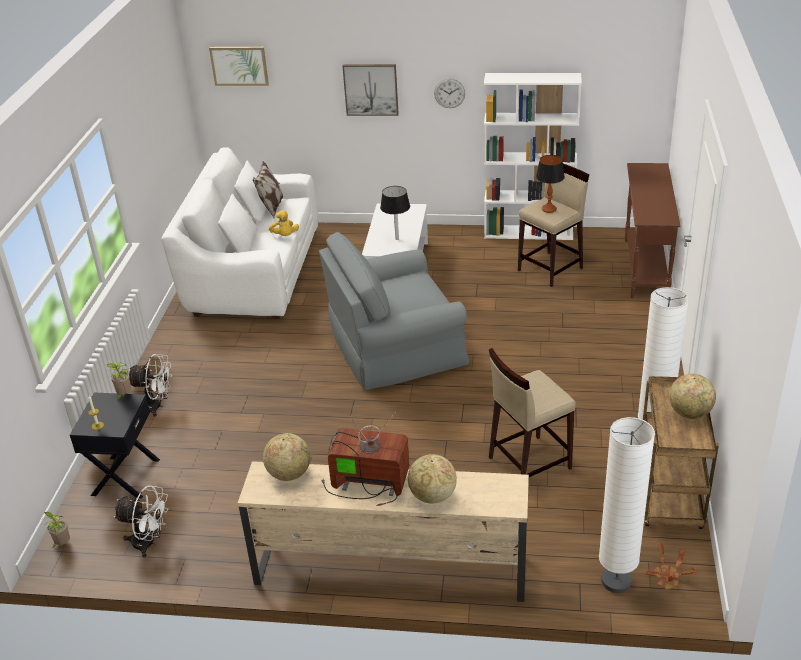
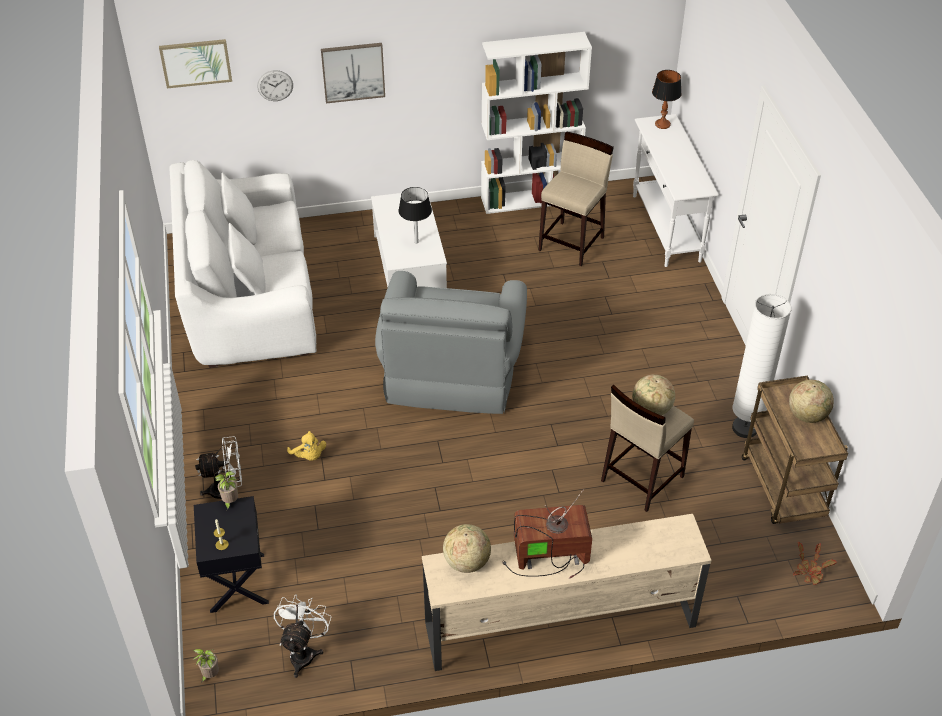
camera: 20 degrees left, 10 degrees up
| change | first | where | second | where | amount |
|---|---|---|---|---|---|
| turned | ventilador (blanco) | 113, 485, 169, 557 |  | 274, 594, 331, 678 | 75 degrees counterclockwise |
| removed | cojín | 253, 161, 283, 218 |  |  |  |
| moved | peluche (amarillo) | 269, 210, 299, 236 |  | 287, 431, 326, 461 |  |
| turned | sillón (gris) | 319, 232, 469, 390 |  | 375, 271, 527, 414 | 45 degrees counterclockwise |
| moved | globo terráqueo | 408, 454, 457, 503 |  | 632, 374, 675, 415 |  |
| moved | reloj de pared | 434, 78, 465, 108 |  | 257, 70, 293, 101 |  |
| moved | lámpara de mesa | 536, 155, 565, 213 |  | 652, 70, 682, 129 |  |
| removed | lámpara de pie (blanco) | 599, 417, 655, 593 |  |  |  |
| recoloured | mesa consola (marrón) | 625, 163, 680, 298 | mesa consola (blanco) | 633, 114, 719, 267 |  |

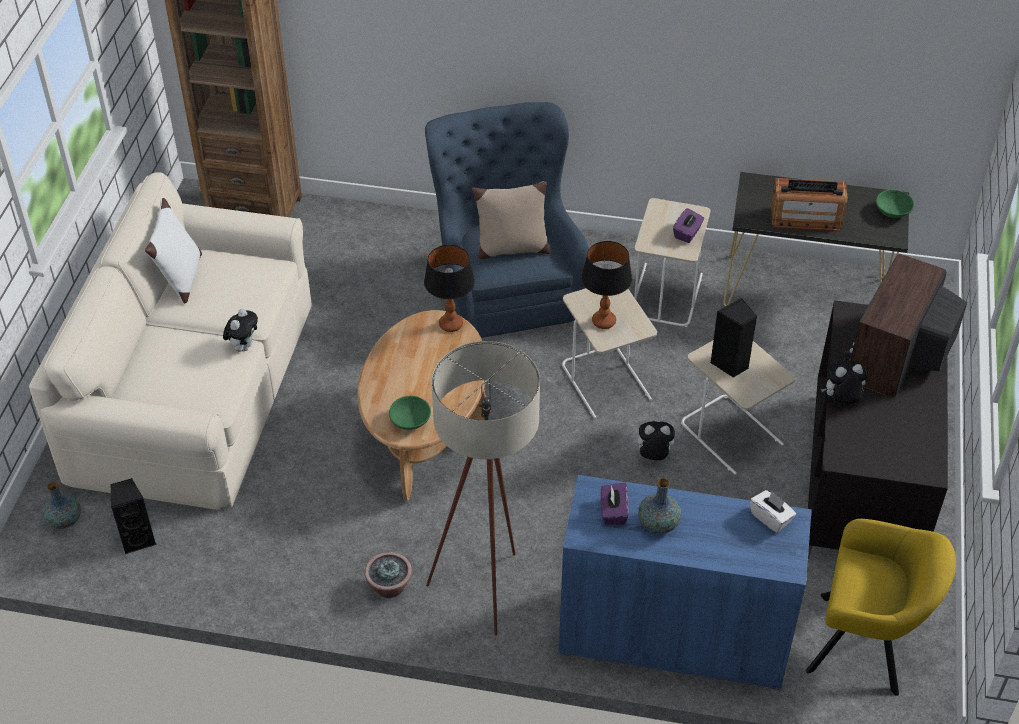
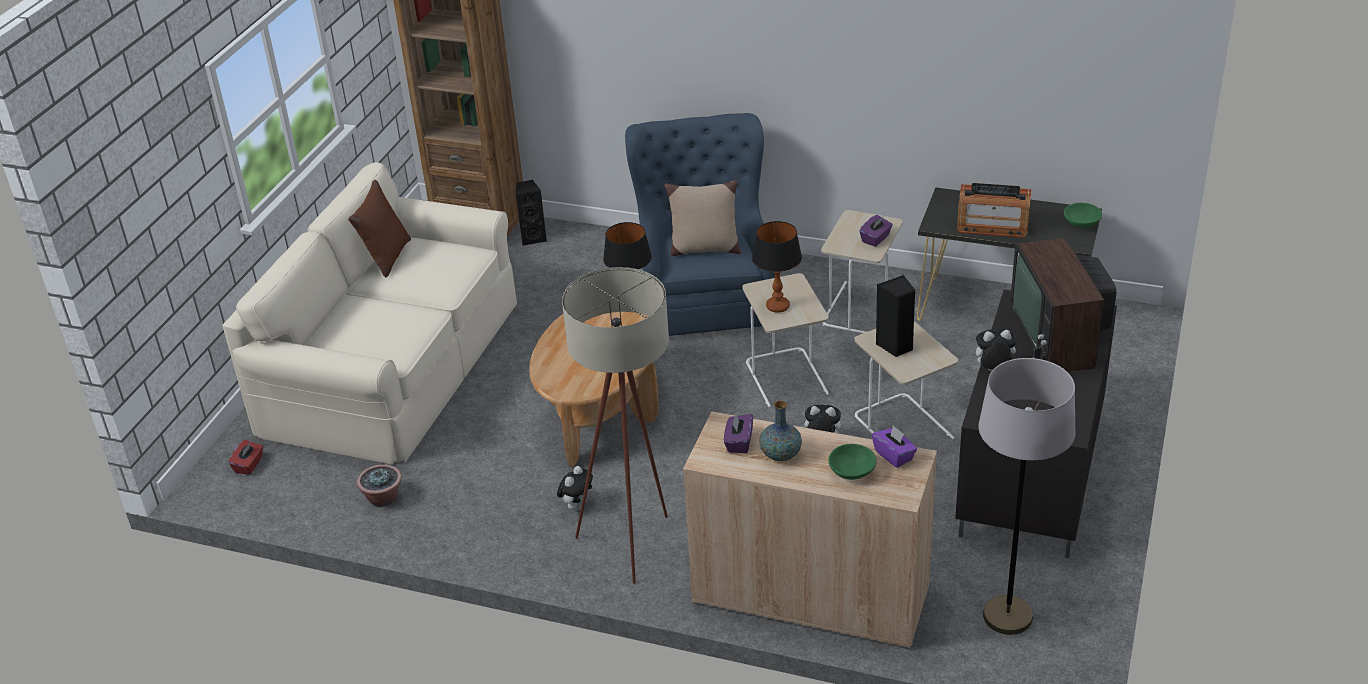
camera: 10 degrees right, 10 degrees down
| change | first | where | second | where | amount |
|---|---|---|---|---|---|
| replaced | florero | 43, 482, 81, 529 | caja de pañuelos (rojo) | 229, 440, 263, 475 |  |
| moved | altavoz (negro) | 111, 478, 157, 555 |  | 516, 180, 547, 246 |  |
| recoloured | cojín (blanco) | 145, 198, 202, 303 | cojín (marrón) | 348, 180, 411, 277 |  |
| moved | peluche | 223, 309, 258, 352 |  | 557, 466, 593, 510 |  |
| moved | planta en maceta | 365, 552, 412, 598 |  | 356, 464, 402, 507 |  |
| moved | cuenco (verde) | 389, 396, 431, 430 |  | 828, 444, 877, 480 |  |
| recoloured | armario (azul) | 559, 475, 812, 690 | armario (beis) | 683, 411, 937, 649 |  |
| recoloured | caja de pañuelos (blanco) | 750, 490, 796, 533 | caja de pañuelos (morado) | 872, 425, 917, 468 |  |
| replaced | sillón (amarillo) | 806, 519, 956, 696 | lámpara de pie (gris) | 978, 358, 1075, 635 |  |
| turned | televisor | 843, 253, 967, 398 |  | 1010, 238, 1116, 372 | 45 degrees counterclockwise |

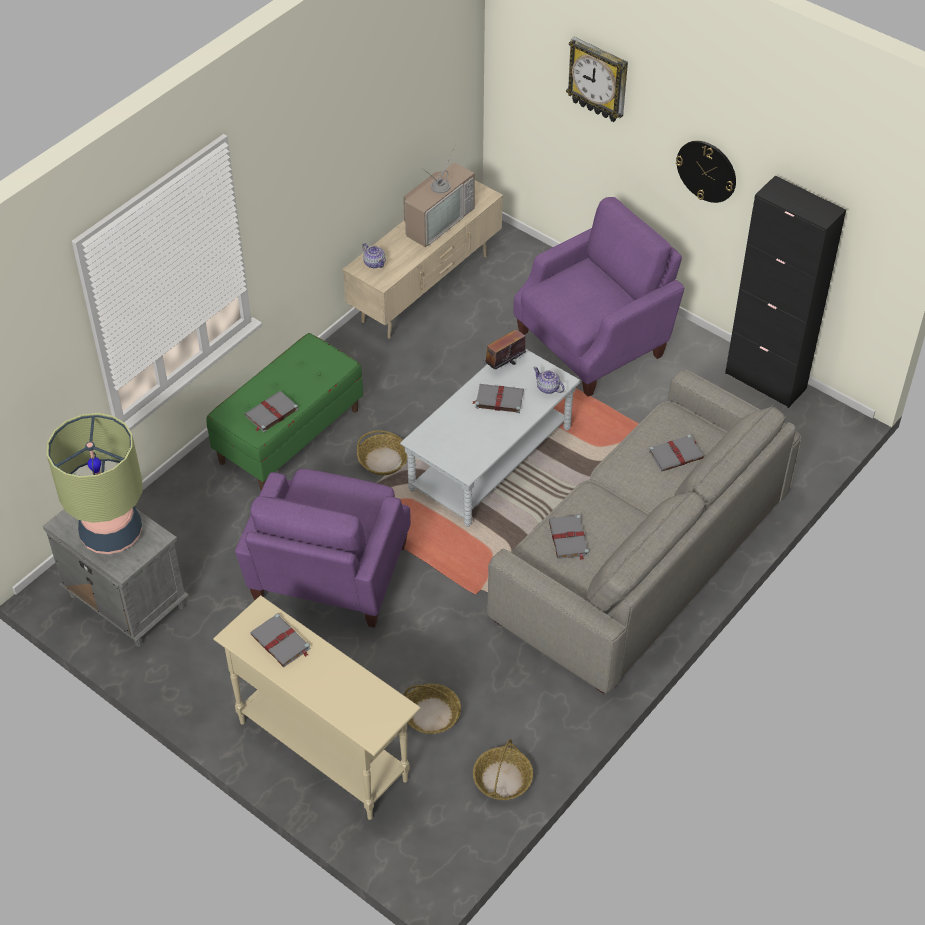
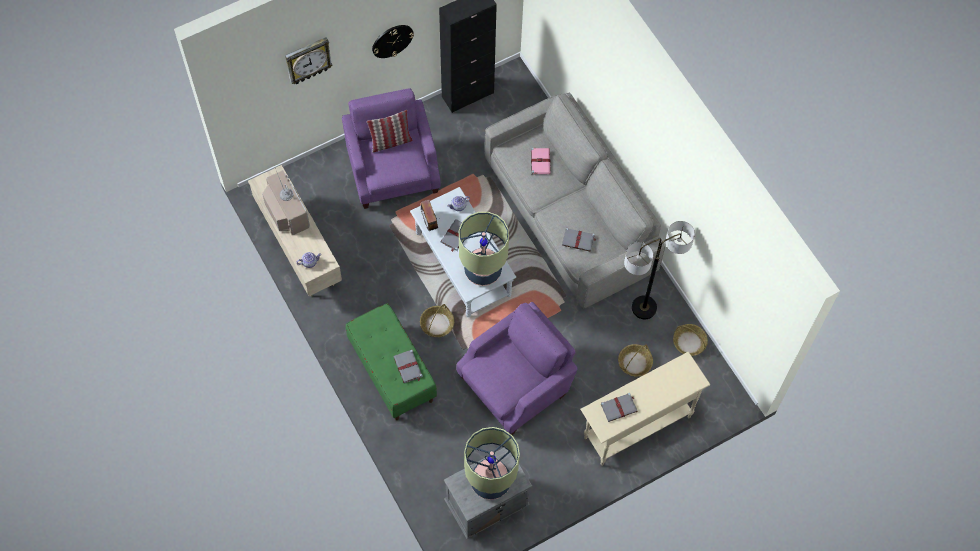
camera: 70 degrees left, 15 degrees up
| change | first | where | second | where | amount |
|---|---|---|---|---|---|
| turned | sillón (morado) | 235, 469, 411, 628 |  | 456, 302, 578, 435 | 75 degrees counterclockwise |
| recoloured | libro (gris) | 649, 435, 704, 471 | libro (rosa) | 531, 148, 551, 174 |  |
| added |  |  | cojín | 367, 110, 413, 152 |  |
| added |  |  | lámpara de mesa | 459, 212, 509, 286 |  |
| added |  |  | lámpara de pie | 624, 221, 695, 319 |  |

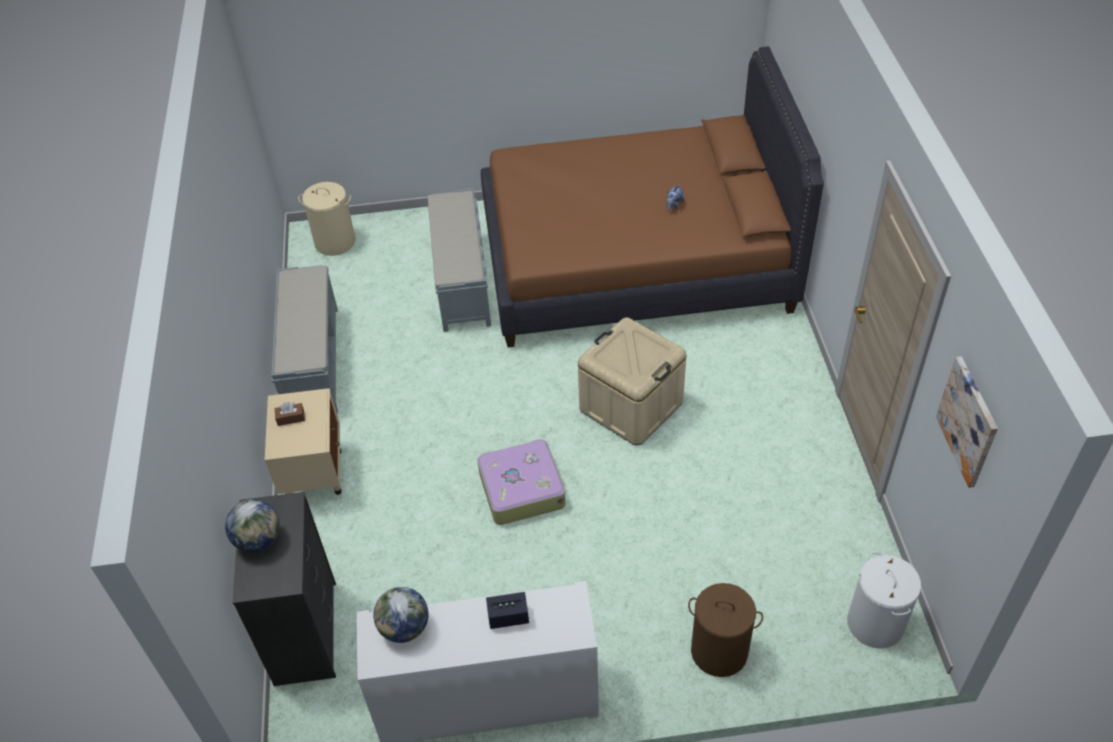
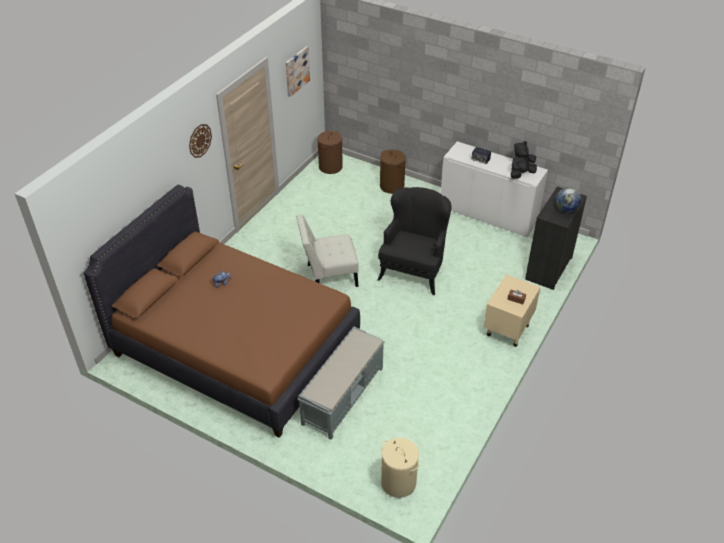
camera: 145 degrees left, 5 degrees down
| change | first | where | second | where | amount |
|---|---|---|---|---|---|
| removed | banco (gris) | 272, 265, 338, 414 |  |  |  |
| replaced | globo terráqueo | 373, 587, 428, 643 | peluche (negro) | 510, 141, 537, 179 |  |
| replaced | maleta | 477, 439, 566, 525 | sillón (negro) | 377, 187, 451, 295 |  |
| replaced | caja de almacenaje (beis) | 578, 318, 686, 445 | silla (blanco) | 296, 214, 359, 287 |  |
| recoloured | cesto de la ropa (blanco) | 847, 552, 921, 649 | cesto de la ropa (marrón) | 317, 131, 343, 174 |  |
| added |  |  | reloj de pared | 189, 124, 212, 158 |  |

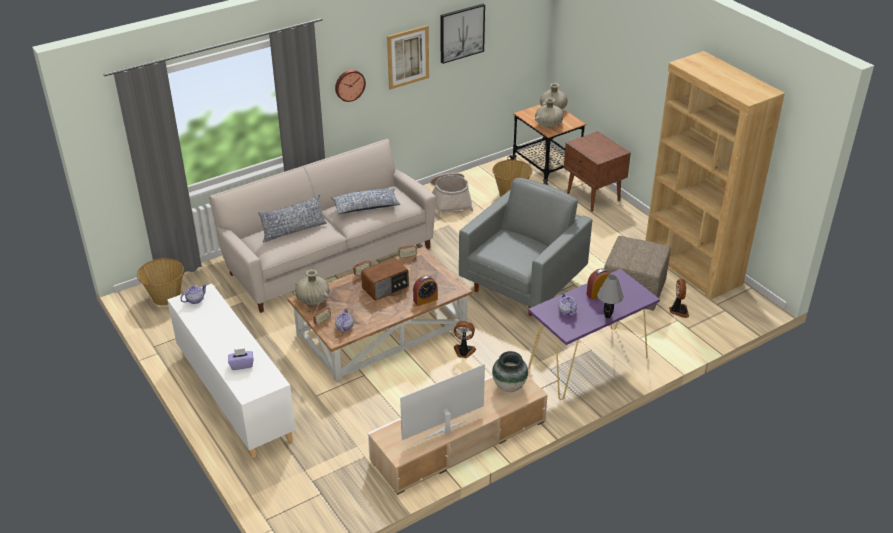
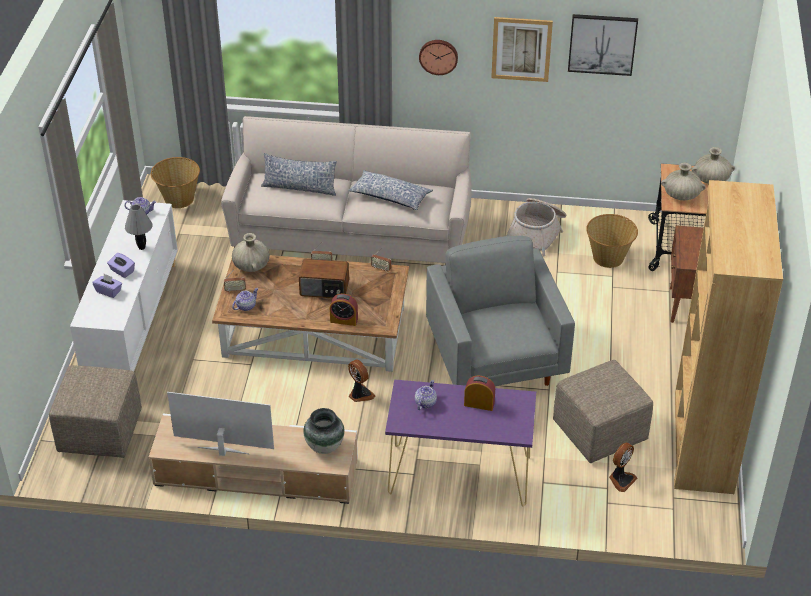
camera: 40 degrees right, 5 degrees up
| change | first | where | second | where | amount |
|---|---|---|---|---|---|
| turned | sillón (gris) | 459, 178, 592, 316 |  | 426, 236, 575, 386 | 90 degrees counterclockwise |
| moved | lámpara de mesa (gris) | 597, 274, 624, 318 |  | 125, 204, 153, 250 |  |
| added |  |  | puf (beis) | 49, 365, 142, 458 |  |
| added |  |  | caja de pañuelos (morado) | 107, 253, 135, 278 |  |

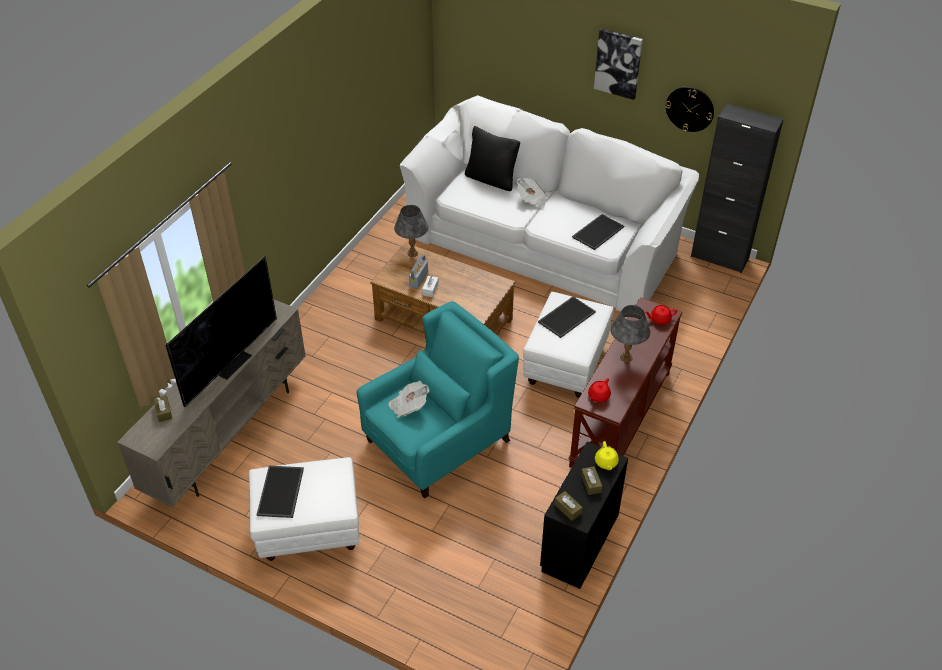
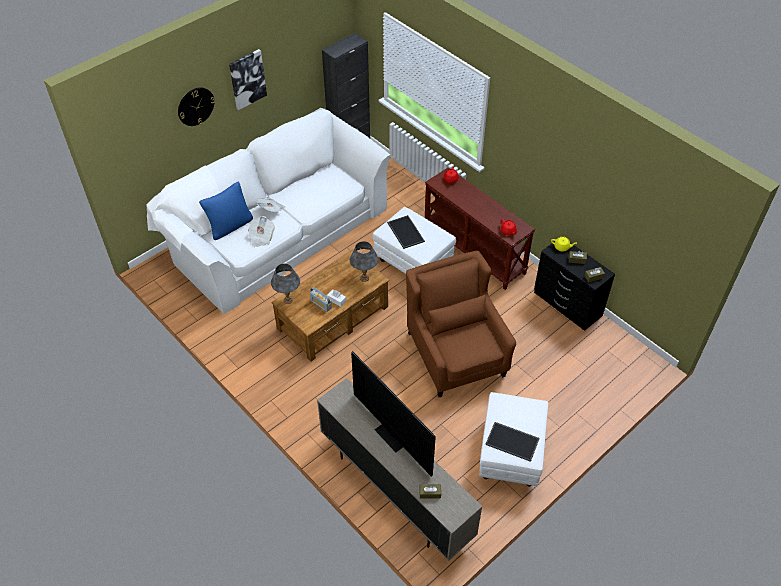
camera: 70 degrees left, 5 degrees up
| change | first | where | second | where | amount |
|---|---|---|---|---|---|
| recoloured | sillón (turquesa) | 357, 301, 519, 498 | sillón (marrón) | 406, 251, 516, 397 |  |
| moved | periódico | 388, 381, 429, 418 |  | 248, 216, 275, 247 |  |
| recoloured | cojín (negro) | 465, 126, 520, 191 | cojín (azul) | 199, 182, 253, 240 |  |
| removed | bandeja | 572, 214, 624, 250 |  |  |  |
| moved | lámpara de mesa (gris) | 610, 305, 650, 362 |  | 350, 241, 378, 282 |  |
| moved | reloj de pared | 665, 87, 714, 132 |  | 178, 88, 215, 126 |  |

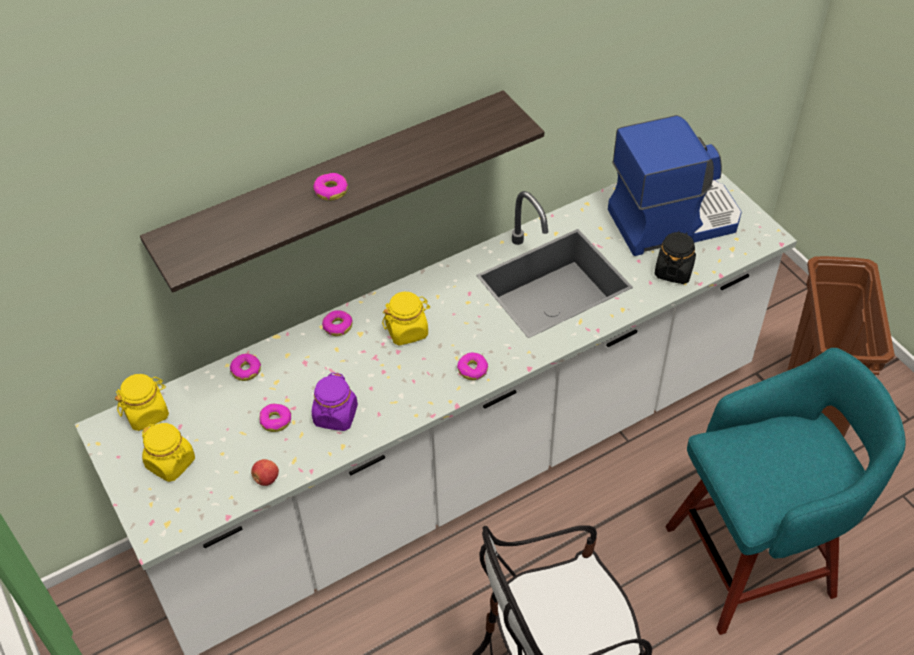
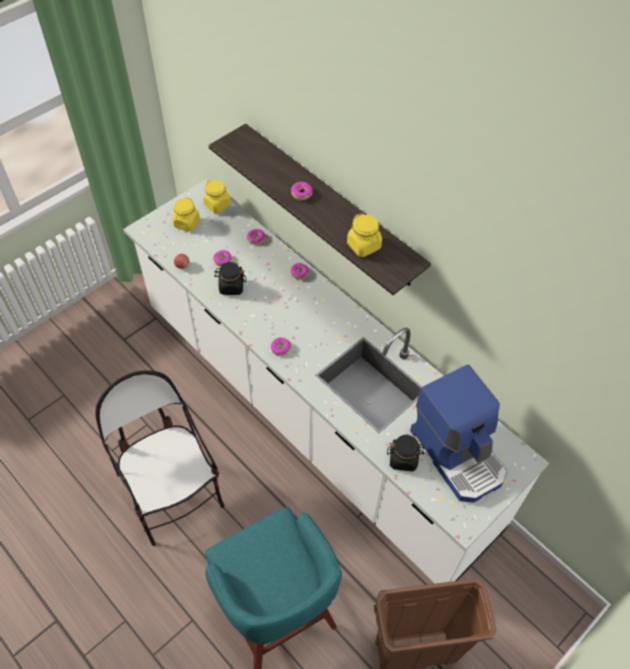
camera: 75 degrees right, 5 degrees up
| change | first | where | second | where | amount |
|---|---|---|---|---|---|
| recoloured | tarro (morado) | 312, 372, 358, 431 | tarro (negro) | 214, 262, 246, 295 |  |
| moved | tarro (amarillo) | 382, 292, 430, 346 |  | 347, 213, 382, 257 |  |

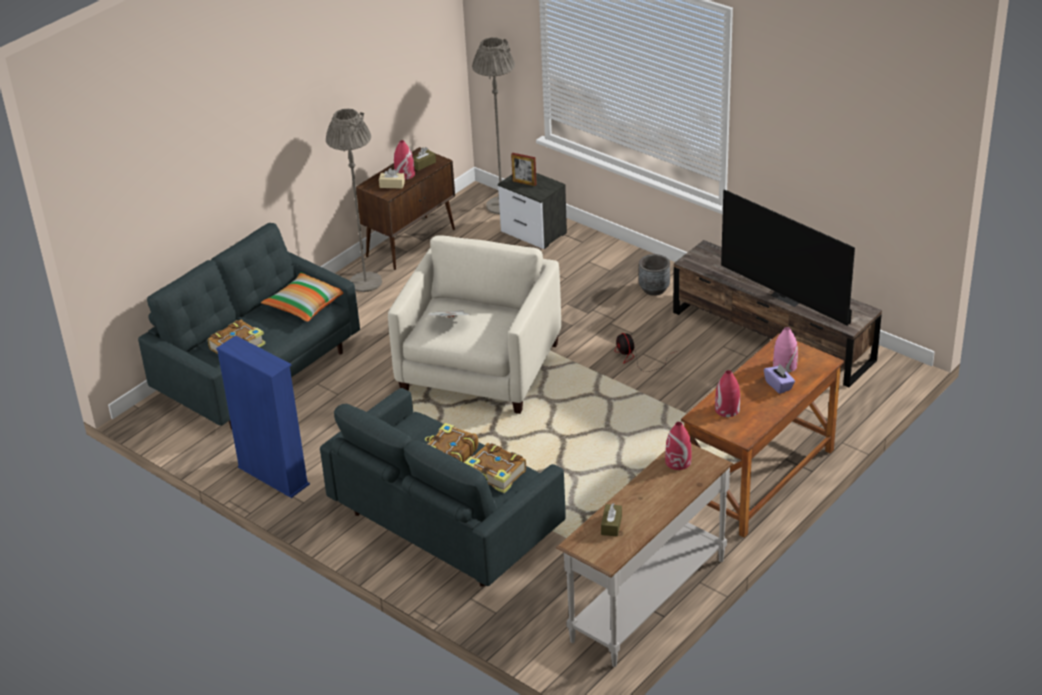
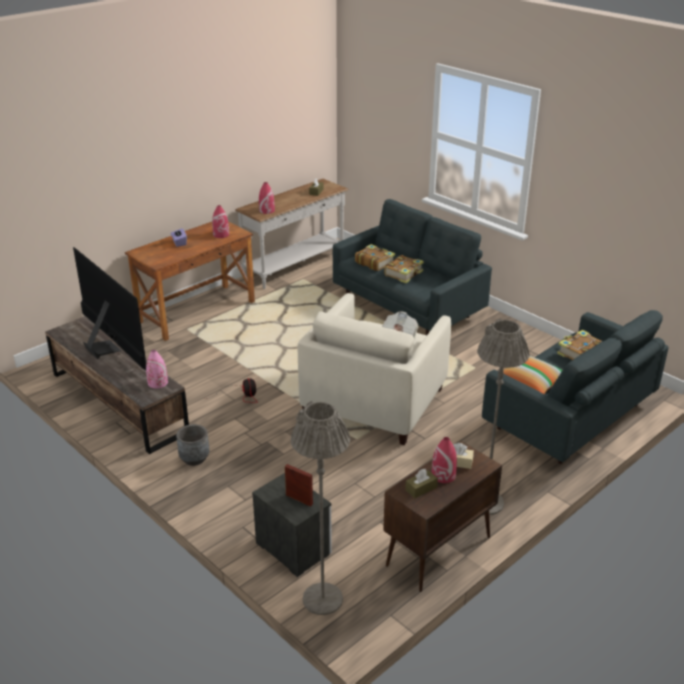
camera: 175 degrees left, 5 degrees down
| change | first | where | second | where | amount |
|---|---|---|---|---|---|
| removed | estantería (azul) | 216, 335, 310, 498 |  |  |  |
| moved | florero (rosa) | 773, 327, 798, 373 |  | 146, 350, 168, 389 |  |

